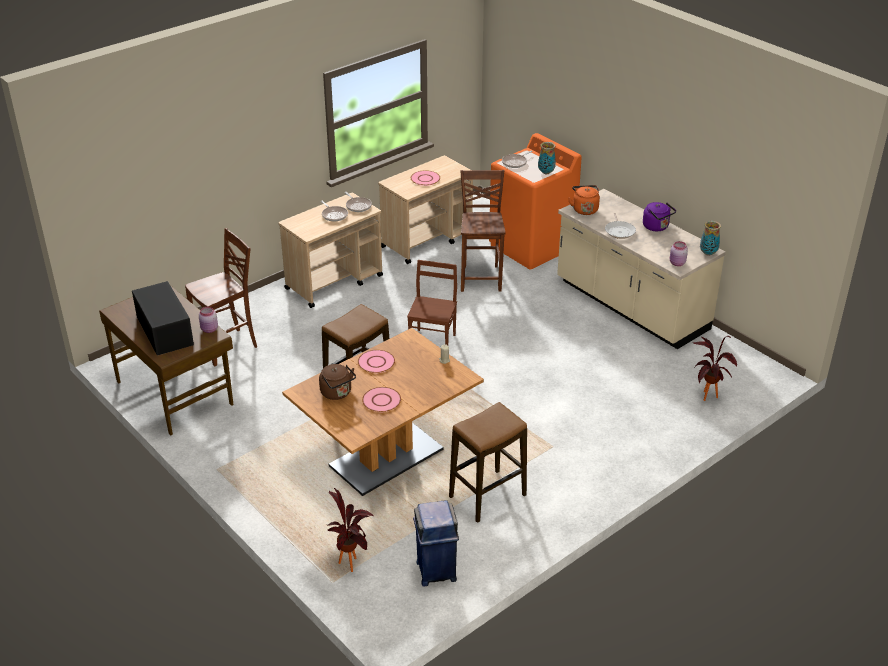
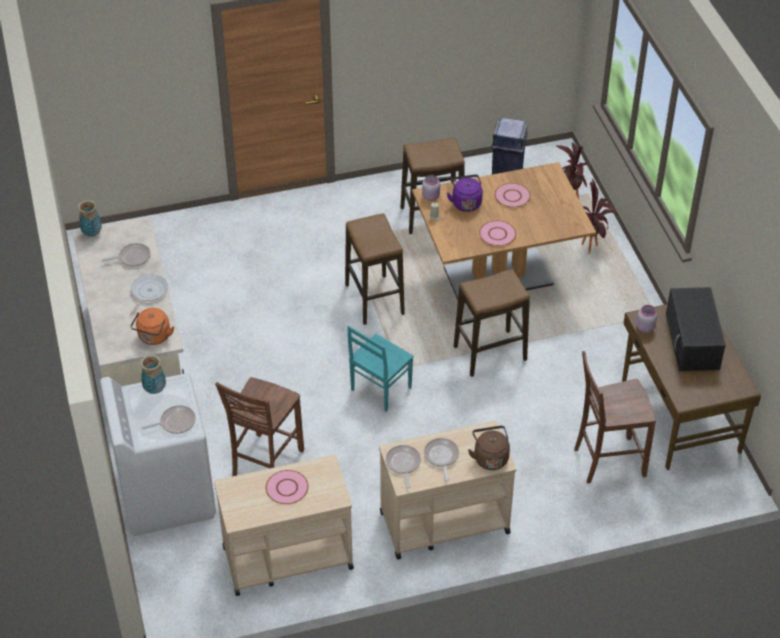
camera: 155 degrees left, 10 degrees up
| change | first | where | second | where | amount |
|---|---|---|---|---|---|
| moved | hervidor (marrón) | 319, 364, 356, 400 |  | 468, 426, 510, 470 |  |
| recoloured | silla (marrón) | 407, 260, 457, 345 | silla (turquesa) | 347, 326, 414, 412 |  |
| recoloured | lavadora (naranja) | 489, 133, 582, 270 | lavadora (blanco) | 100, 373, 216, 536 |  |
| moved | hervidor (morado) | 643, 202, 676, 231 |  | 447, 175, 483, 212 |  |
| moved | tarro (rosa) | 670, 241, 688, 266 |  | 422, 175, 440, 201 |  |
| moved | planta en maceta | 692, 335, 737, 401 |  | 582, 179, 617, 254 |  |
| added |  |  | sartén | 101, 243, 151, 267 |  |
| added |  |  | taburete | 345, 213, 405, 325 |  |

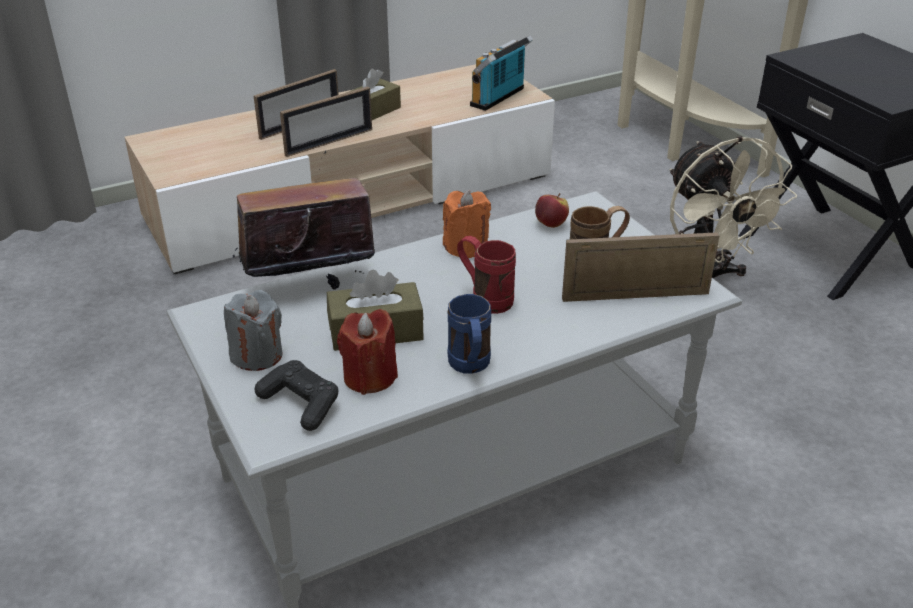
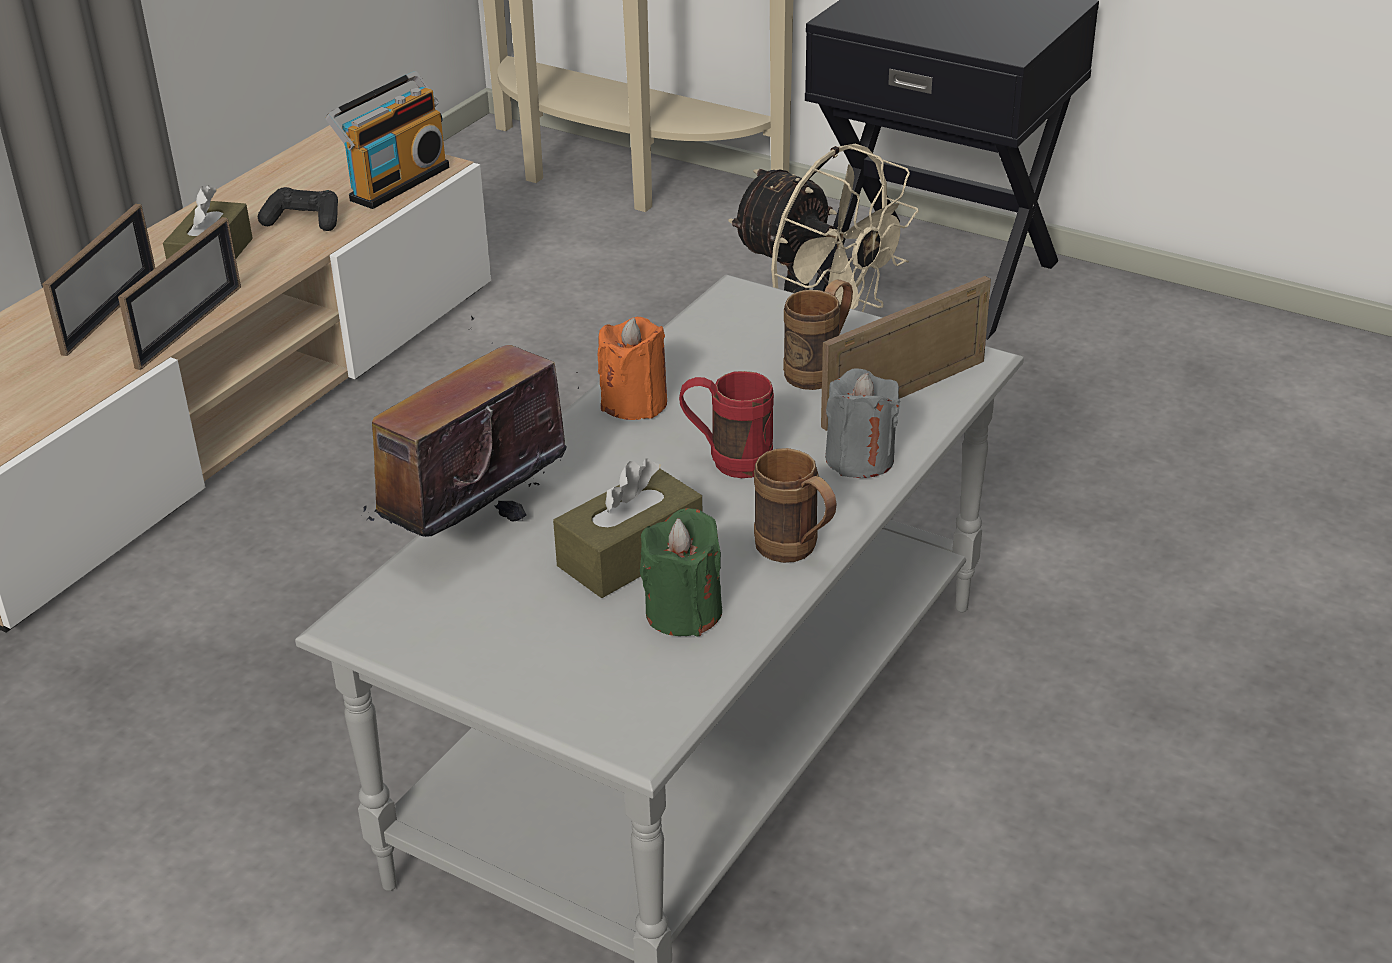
camera: 30 degrees left, 0 degrees up
| change | first | where | second | where | amount |
|---|---|---|---|---|---|
| moved | vela (gris) | 224, 290, 282, 371 |  | 825, 368, 900, 478 |  |
| moved | mando de consola (negro) | 254, 360, 338, 431 |  | 258, 187, 338, 231 |  |
| recoloured | vela (rojo) | 337, 309, 398, 395 | vela (verde) | 640, 508, 722, 636 |  |
| recoloured | taza grande (azul) | 448, 294, 491, 374 | taza grande (marrón) | 754, 448, 837, 563 |  |
| turned | radio | 470, 35, 533, 111 |  | 326, 71, 449, 209 | 150 degrees counterclockwise |
| removed | manzana | 535, 193, 569, 228 |  |  |  |

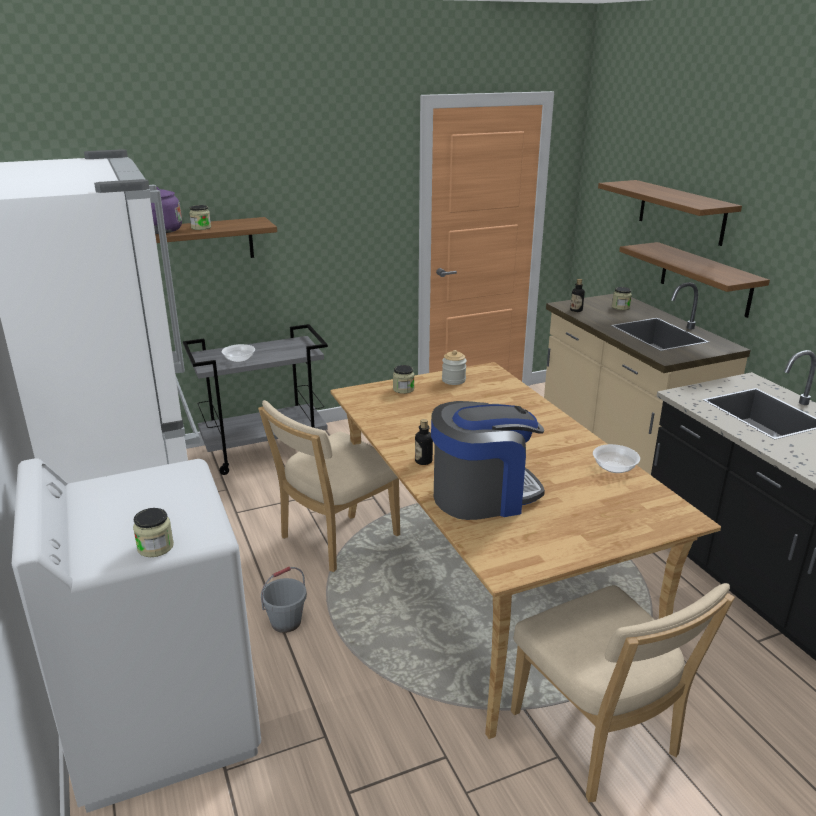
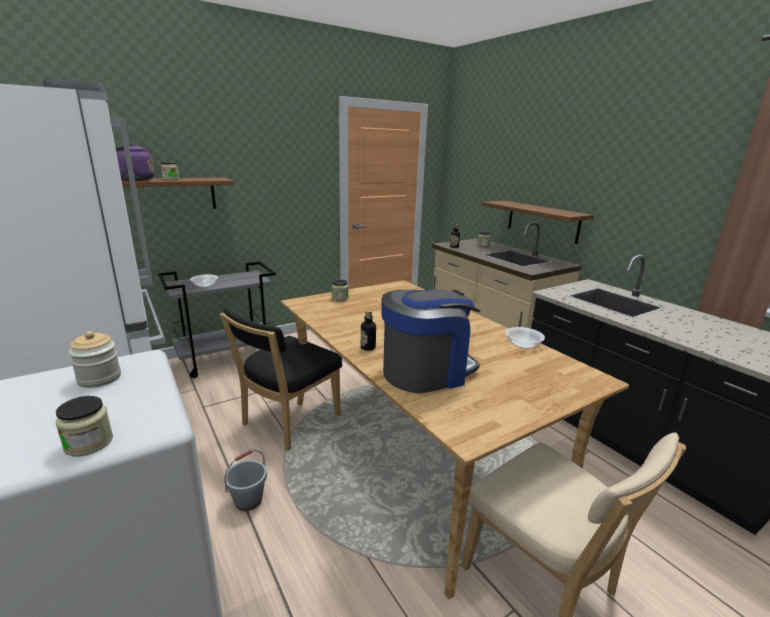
camera: 10 degrees left, 5 degrees down
| change | first | where | second | where | amount |
|---|---|---|---|---|---|
| recoloured | silla (beis) | 258, 400, 400, 572 | silla (negro) | 220, 308, 342, 451 |  |
| moved | tarro | 442, 350, 467, 385 |  | 69, 331, 121, 388 |  |
| removed | estante | 598, 180, 742, 246 |  |  |  |

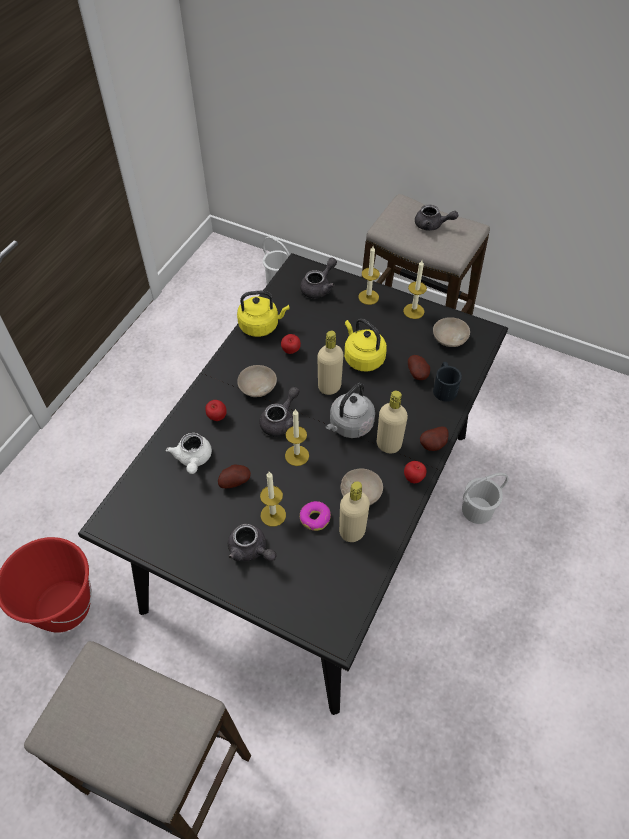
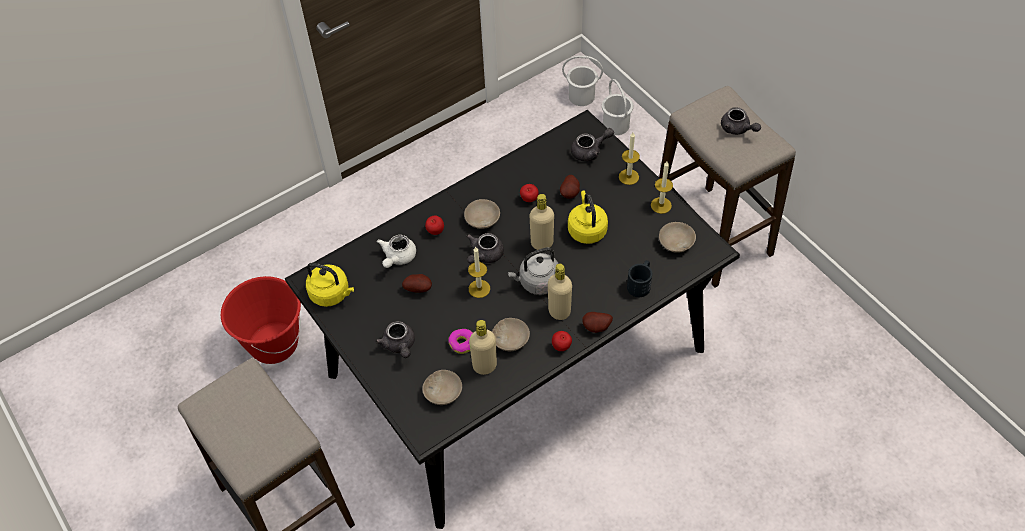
camera: 30 degrees right, 0 degrees up
| change | first | where | second | where | amount |
|---|---|---|---|---|---|
| moved | hervidor (amarillo) | 237, 291, 290, 337 |  | 306, 263, 354, 307 |  |
| turned | tetera (gris) | 259, 387, 300, 437 |  | 466, 233, 504, 264 | 150 degrees clockwise |
| removed | vela | 260, 472, 286, 527 |  |  |  |
| moved | patata | 408, 355, 430, 380 |  | 560, 175, 580, 199 |  |
| moved | cubo (blanco) | 462, 473, 509, 524 |  | 562, 55, 603, 106 |  |
| added |  |  | cuenco (beis) | 422, 370, 462, 405 |  |

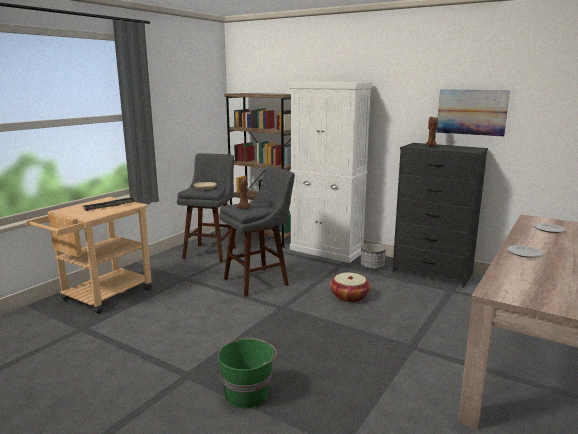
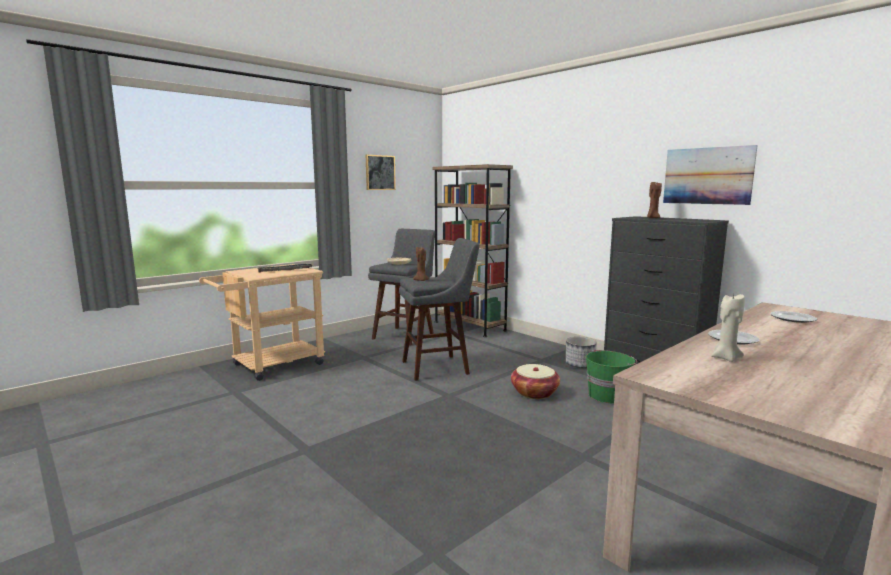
camera: 15 degrees right, 5 degrees down
| change | first | where | second | where | amount |
|---|---|---|---|---|---|
| moved | cubo (verde) | 218, 338, 277, 408 |  | 586, 350, 637, 404 |  |
| removed | armario (blanco) | 290, 82, 372, 263 |  |  |  |
| added |  |  | cuadro | 366, 155, 396, 190 |  |
| added |  |  | vela (beis) | 711, 294, 745, 362 |  |

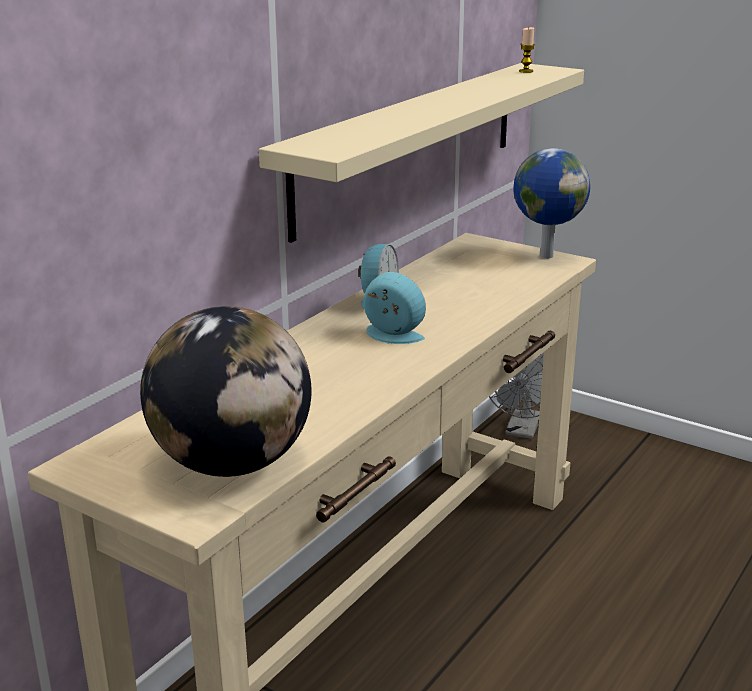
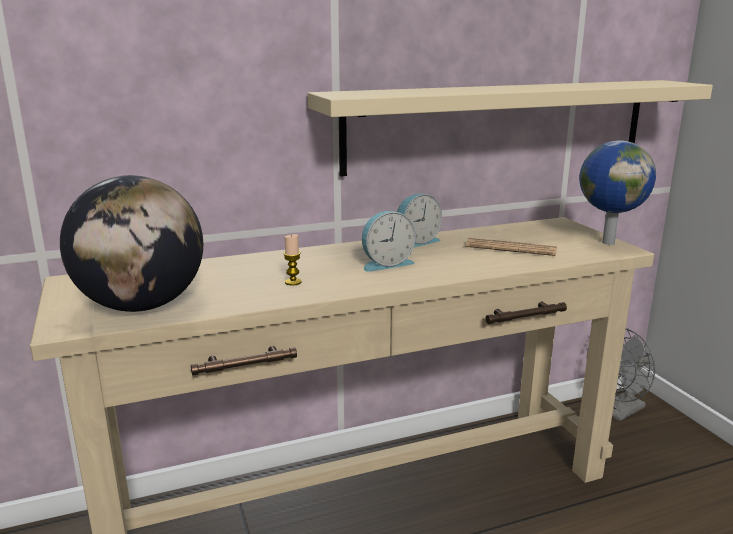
camera: 35 degrees right, 5 degrees down
| change | first | where | second | where | amount |
|---|---|---|---|---|---|
| turned | despertador | 363, 272, 426, 344 |  | 362, 211, 416, 272 | 90 degrees clockwise |
| moved | vela | 519, 27, 535, 73 |  | 284, 234, 302, 285 |  |
| added |  |  | periódico | 466, 238, 557, 256 |  |

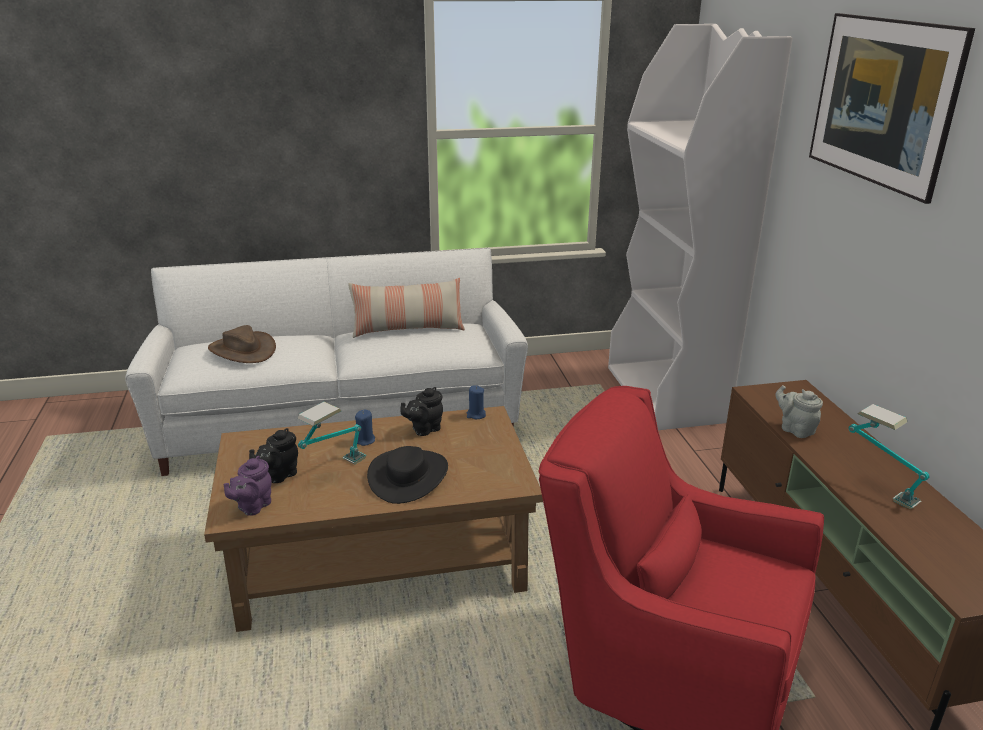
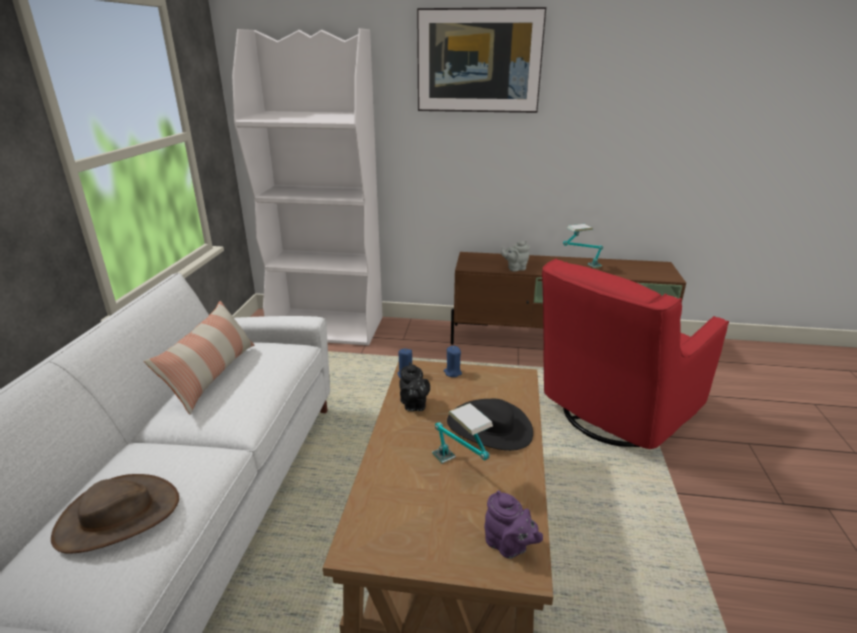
camera: 70 degrees left, 0 degrees up
| change | first | where | second | where | amount |
|---|---|---|---|---|---|
| removed | tetera (negro) | 249, 428, 298, 483 |  |  |  |
| moved | vela (azul) | 355, 410, 375, 446 |  | 444, 346, 462, 377 |  |

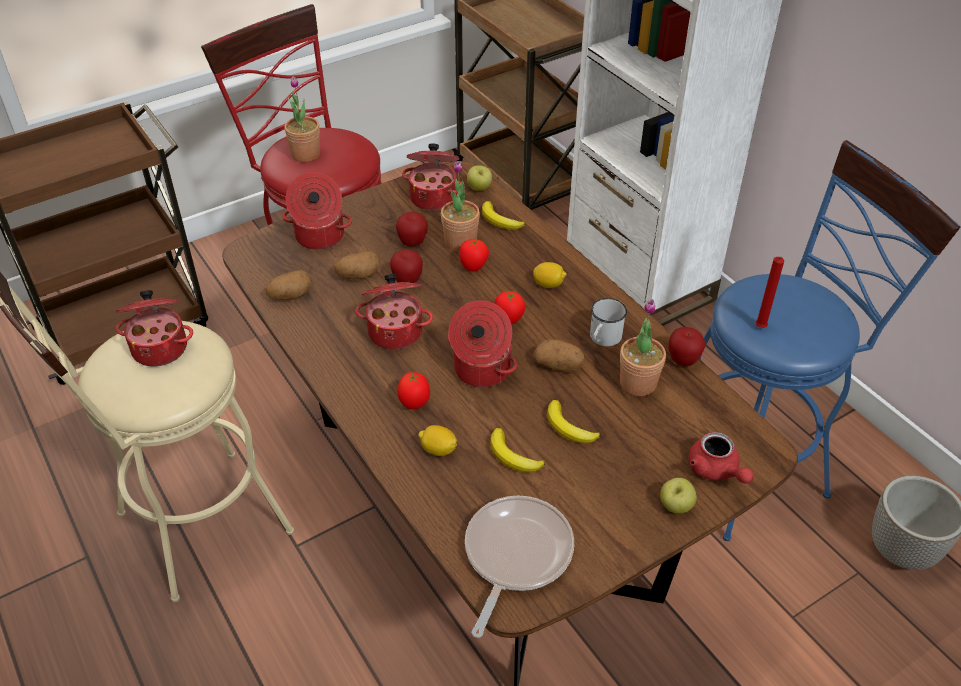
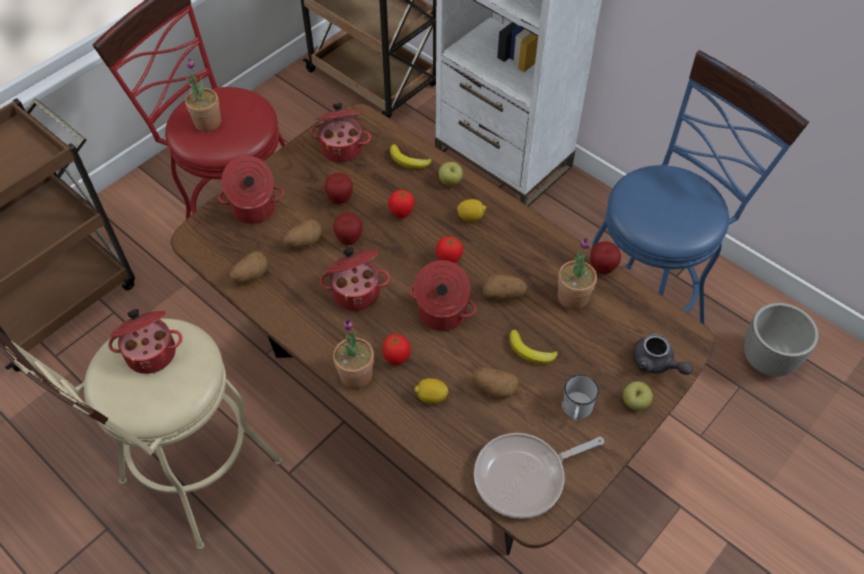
camera: 15 degrees left, 10 degrees up
| change | first | where | second | where | amount |
|---|---|---|---|---|---|
| moved | planta en maceta | 441, 161, 480, 252 |  | 333, 319, 374, 389 |  |
| turned | sartén | 465, 496, 574, 638 |  | 474, 433, 604, 519 | 120 degrees counterclockwise |
| moved | manzana | 467, 165, 492, 191 |  | 439, 162, 463, 186 |  |
| replaced | plátano | 490, 428, 545, 473 | patata | 472, 367, 519, 399 |  |
| moved | taza grande (blanco) | 590, 298, 627, 346 |  | 562, 375, 599, 422 |  |
| recoloured | tetera (rojo) | 689, 432, 754, 484 | tetera (gris) | 633, 334, 693, 375 |  |
| removed | vela (rojo) | 756, 257, 784, 328 |  |  |  |

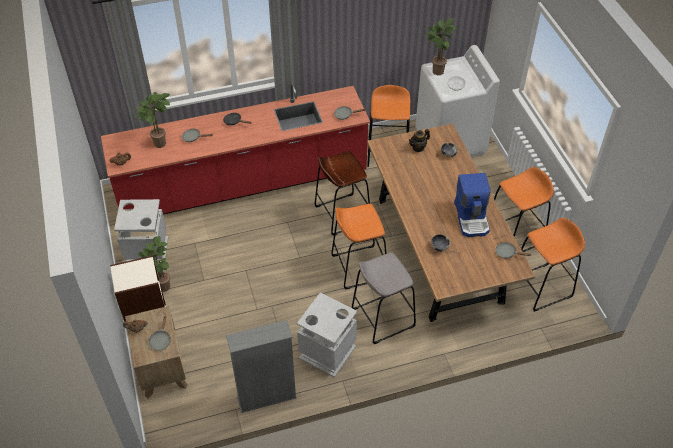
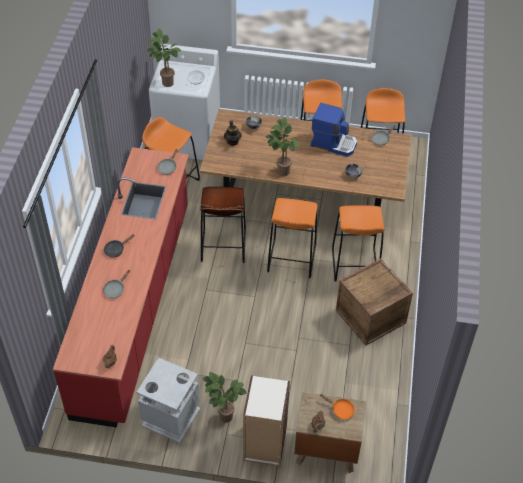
camera: 65 degrees left, 0 degrees up
| change | first | where | second | where | amount |
|---|---|---|---|---|---|
| moved | planta en maceta | 136, 92, 170, 148 |  | 265, 117, 300, 176 |  |
| recoloured | sartén (gris) | 149, 316, 171, 351 | sartén (naranja) | 320, 394, 355, 420 |  |
| removed | estantería (gris) | 226, 320, 297, 413 |  |  |  |
| replaced | papelera (gris) | 297, 293, 357, 378 | caja de embalaje | 336, 259, 413, 346 |  |
| recoloured | taburete (gris) | 352, 252, 416, 344 | taburete (naranja) | 332, 205, 385, 282 |  |

